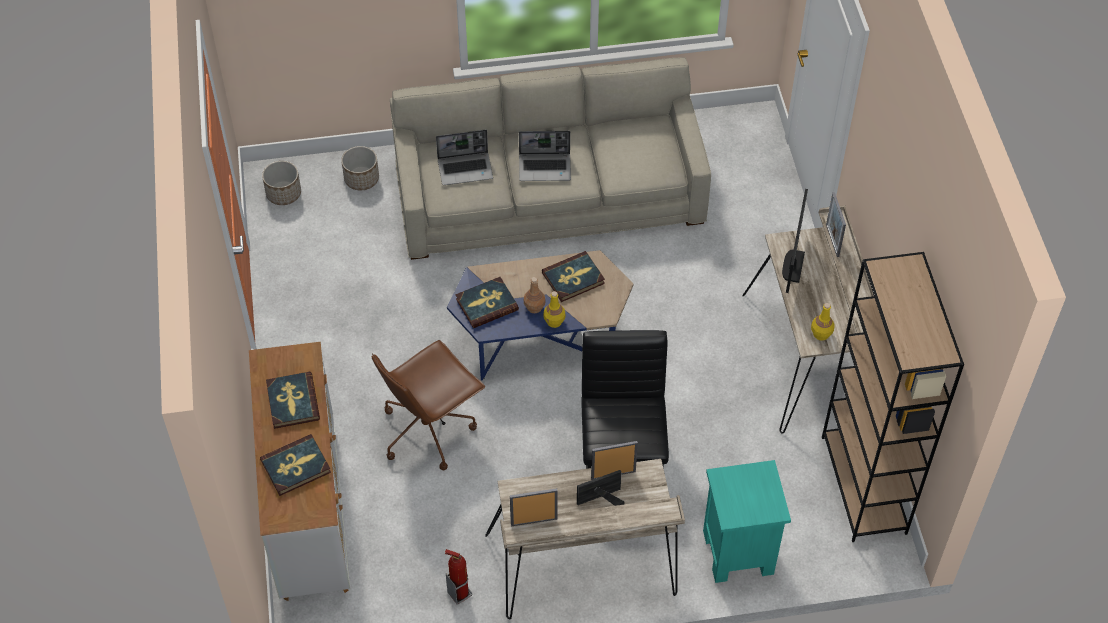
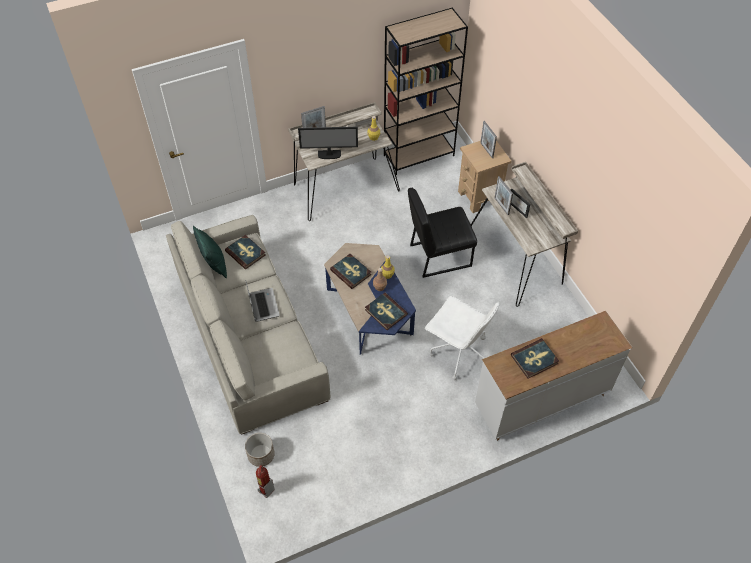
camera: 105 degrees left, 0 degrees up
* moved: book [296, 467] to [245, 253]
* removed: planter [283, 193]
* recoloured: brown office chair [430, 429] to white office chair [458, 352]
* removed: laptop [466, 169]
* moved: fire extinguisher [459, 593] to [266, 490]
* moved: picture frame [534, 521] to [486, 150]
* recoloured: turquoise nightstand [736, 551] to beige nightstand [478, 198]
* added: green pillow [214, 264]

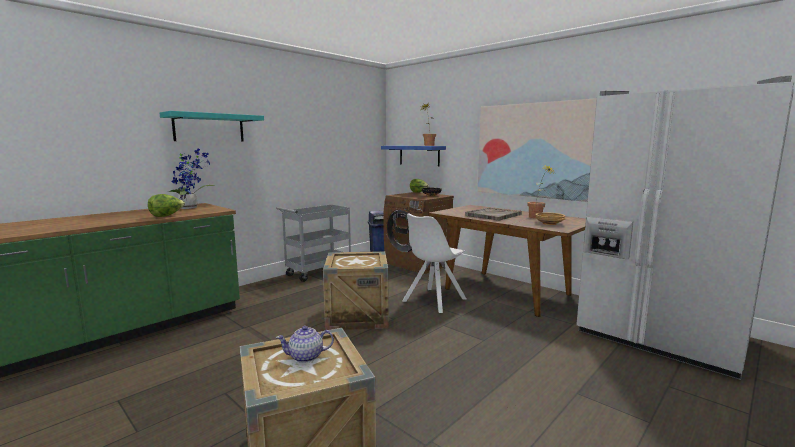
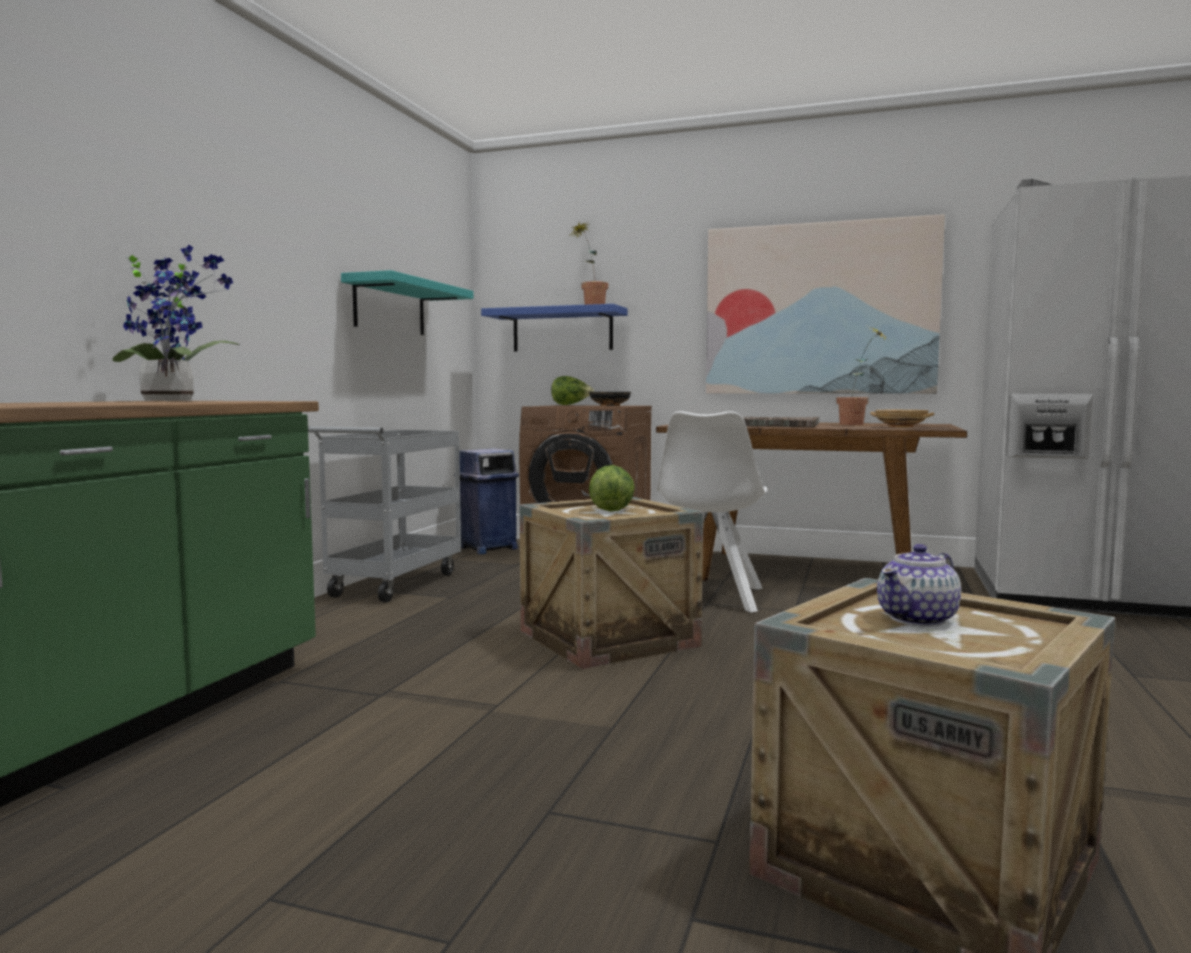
camera: 25 degrees left, 5 degrees down
* moved: lettuce [167, 216] to [612, 509]
* moved: turquoise shelf [209, 128] to [390, 307]

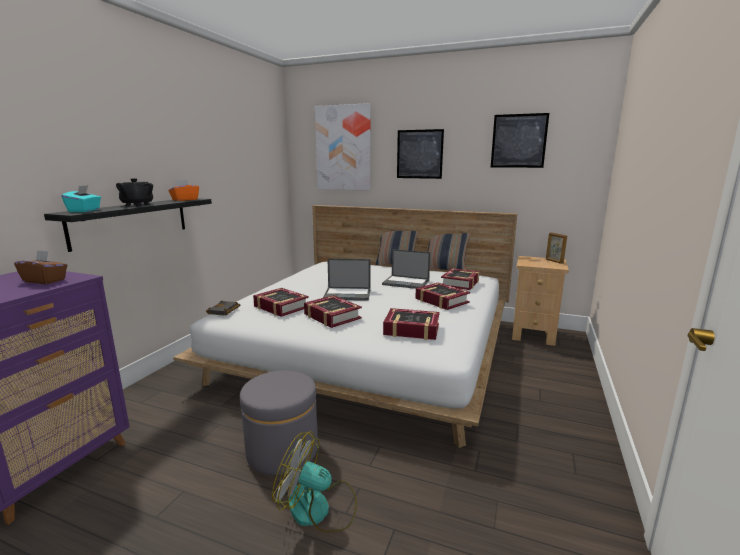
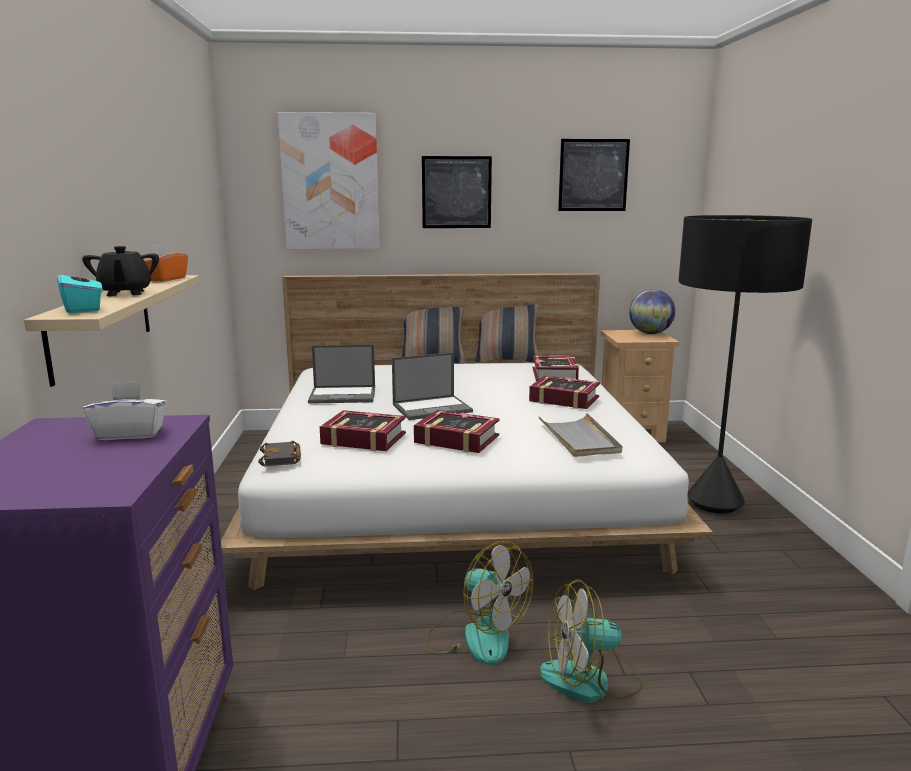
camera: 25 degrees left, 0 degrees up
* recoloured: brown tissue box [45, 280] to white tissue box [130, 433]
* recoloured: black shelf [131, 221] to beige shelf [102, 324]
* replaced: grey ottoman [282, 451] to fan [476, 636]
* moved: laptop [406, 282] to [343, 395]
* replaced: book [411, 330] to grey tray [579, 438]
* replaced: picture frame [554, 261] to globe [650, 333]
* added: black floor lamp [714, 504]

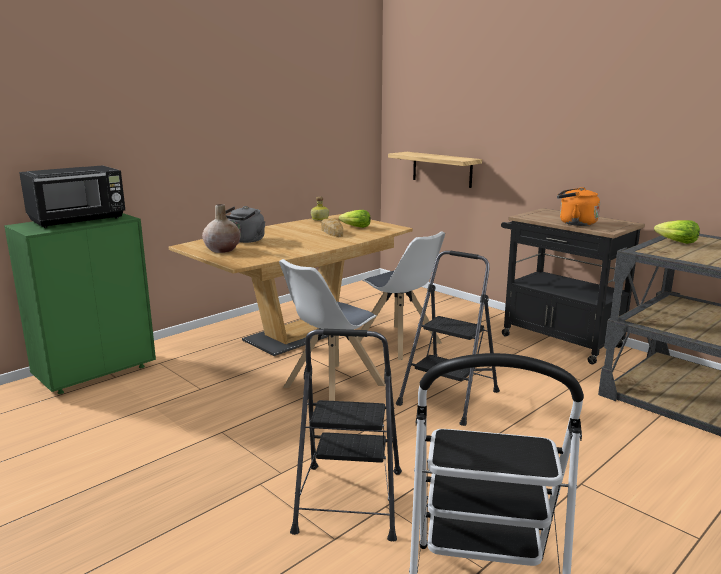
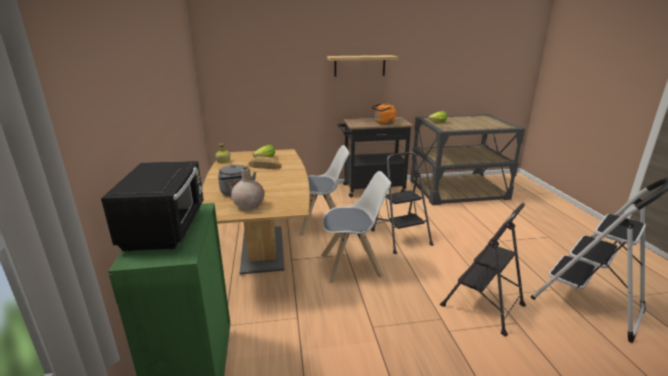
camera: 55 degrees left, 5 degrees up
* turned: chair [331, 387] = [353, 265] 90 degrees counterclockwise
* moved: shelf [442, 169] to [359, 65]

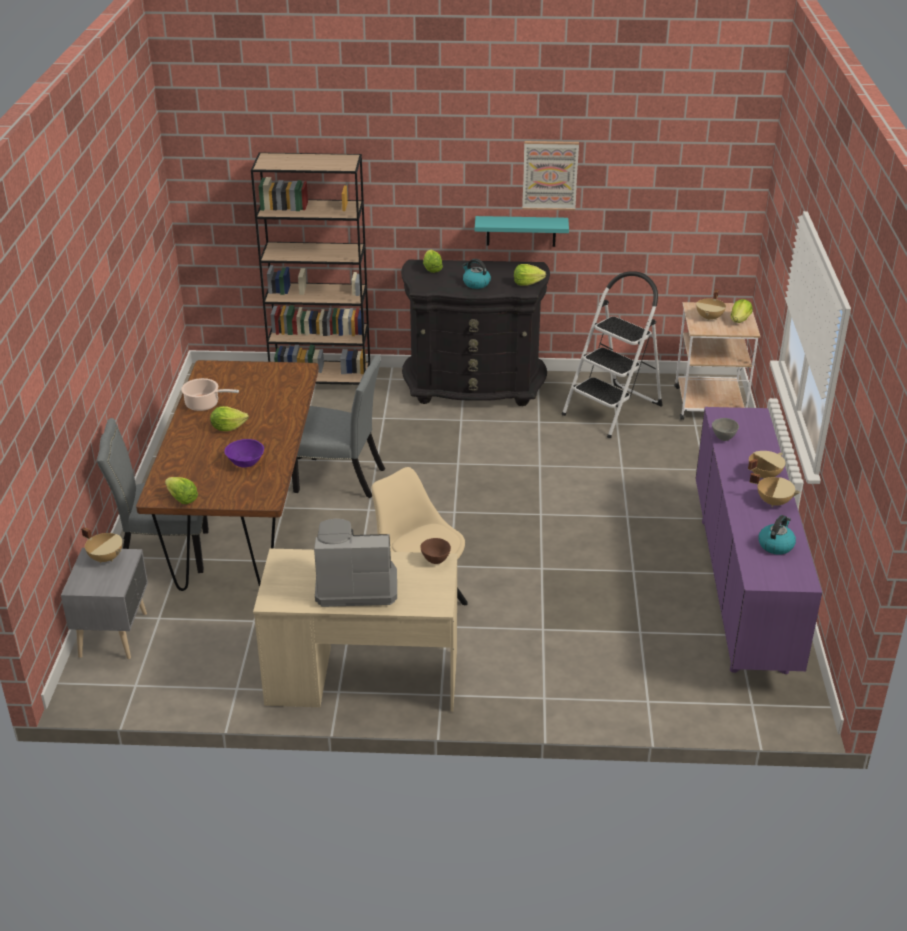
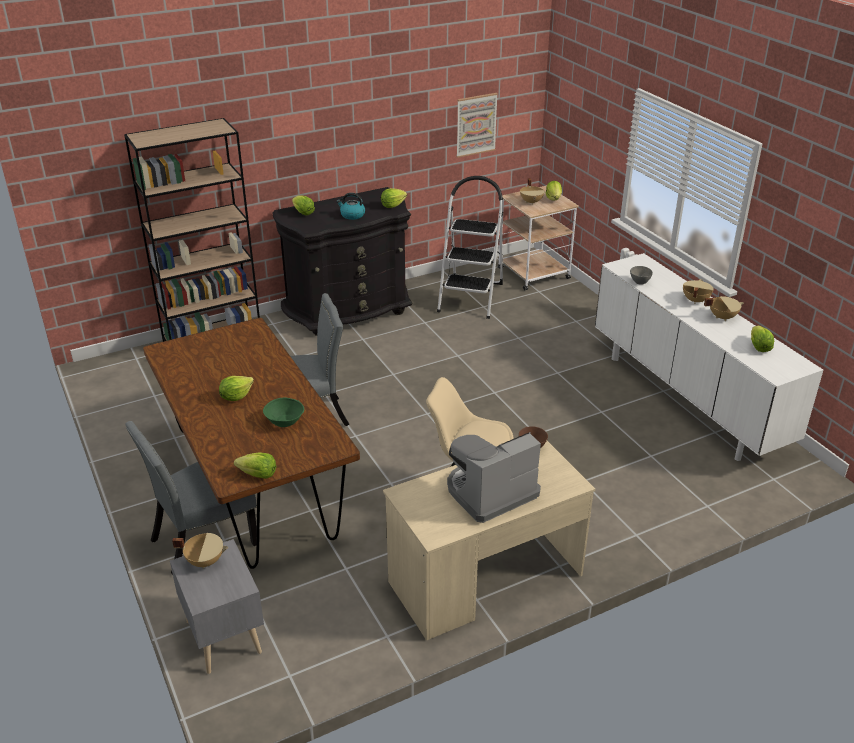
camera: 30 degrees left, 0 degrees up
* removed: cooking pot [204, 404]
* recoloured: purple bowl [246, 462] to green bowl [285, 421]
* removed: turquoise shelf [521, 231]
* moved: picture [550, 175] to [476, 124]
* recoloured: purple cabinet [742, 592] to white cabinet [687, 400]
* replaced: kettle [776, 545] to lettuce [758, 347]

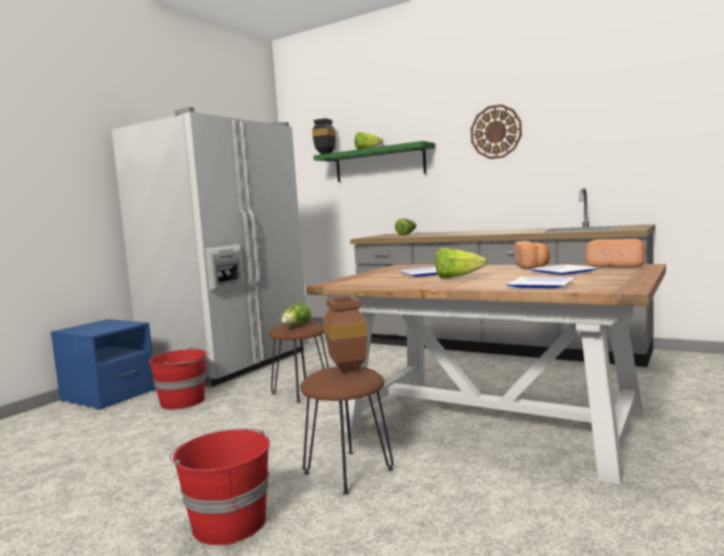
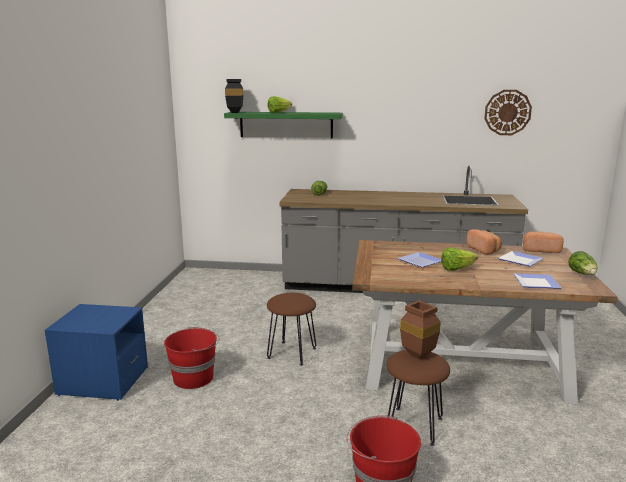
camera: 25 degrees left, 10 degrees up
* removed: white fridge [229, 363]
* moved: lettuce [296, 326] to [582, 274]
* moved: wall clock [496, 132] to [507, 112]

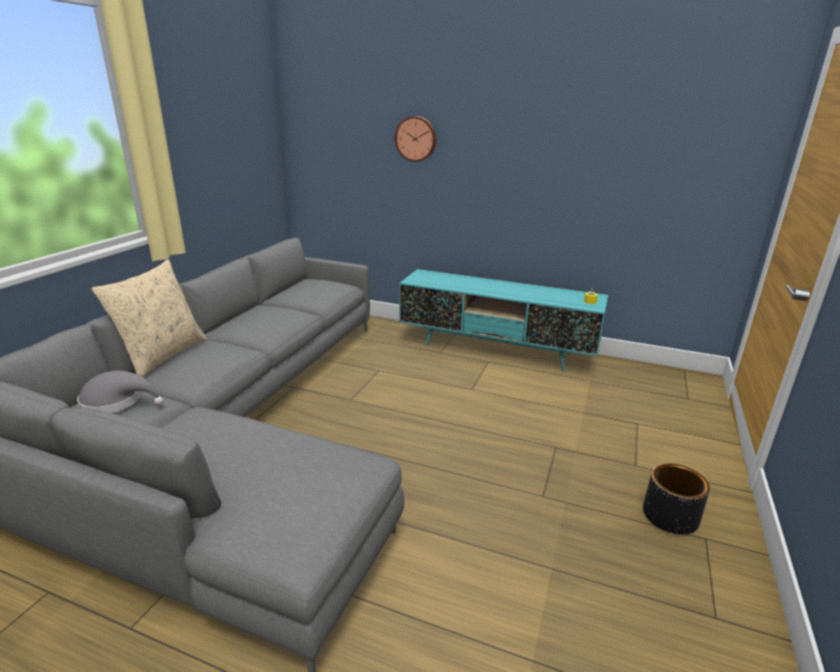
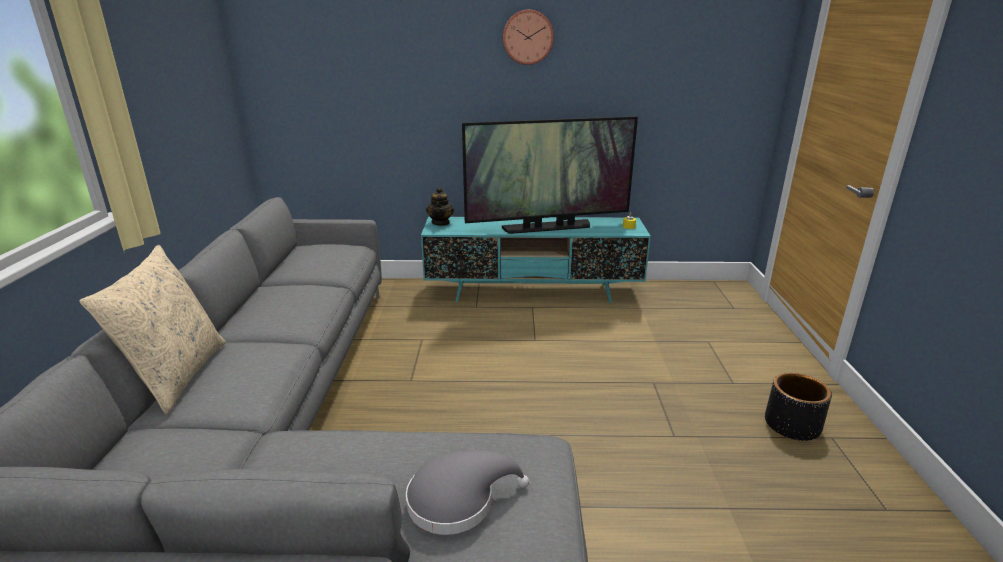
camera: 20 degrees left, 0 degrees up
* moved: grey hat [116, 402] to [458, 500]
* moved: wall clock [416, 139] to [528, 37]
* added: teapot [441, 223]
* added: television [547, 227]

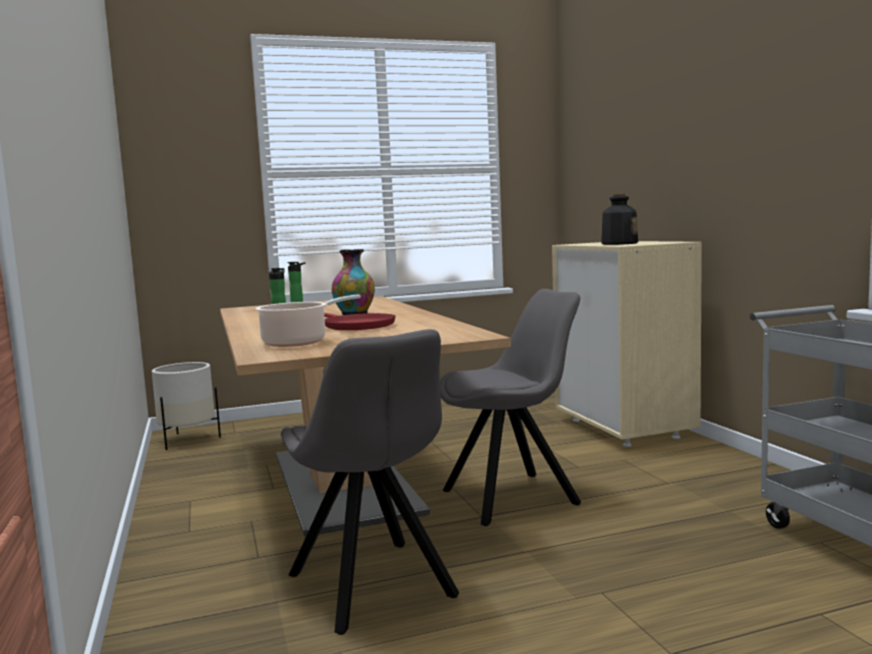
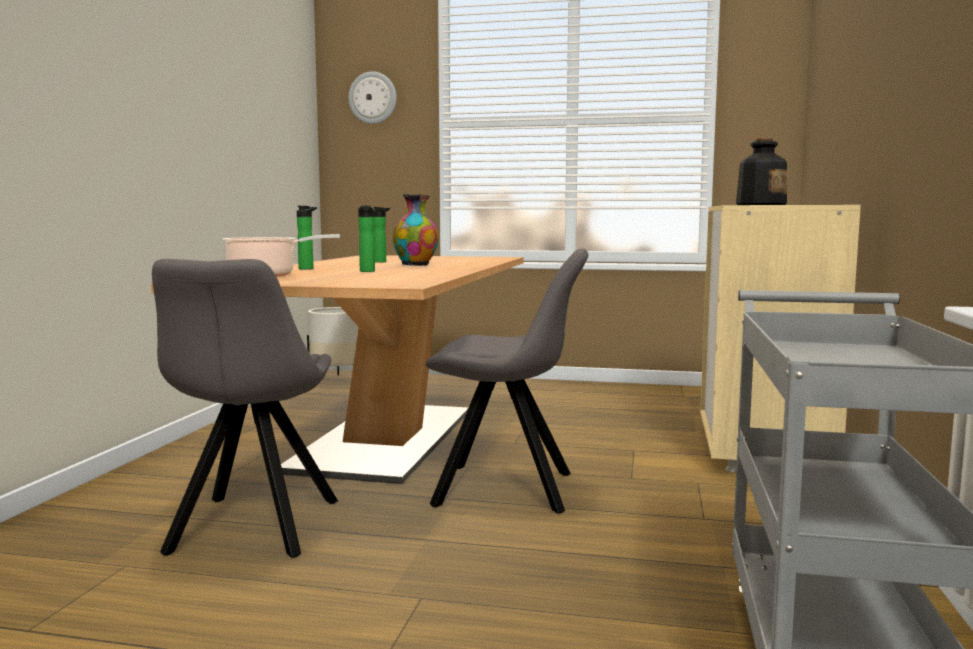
camera: 30 degrees right, 0 degrees up
* replaced: red frying pan [356, 326] to bottle [367, 271]
* added: wall clock [373, 98]

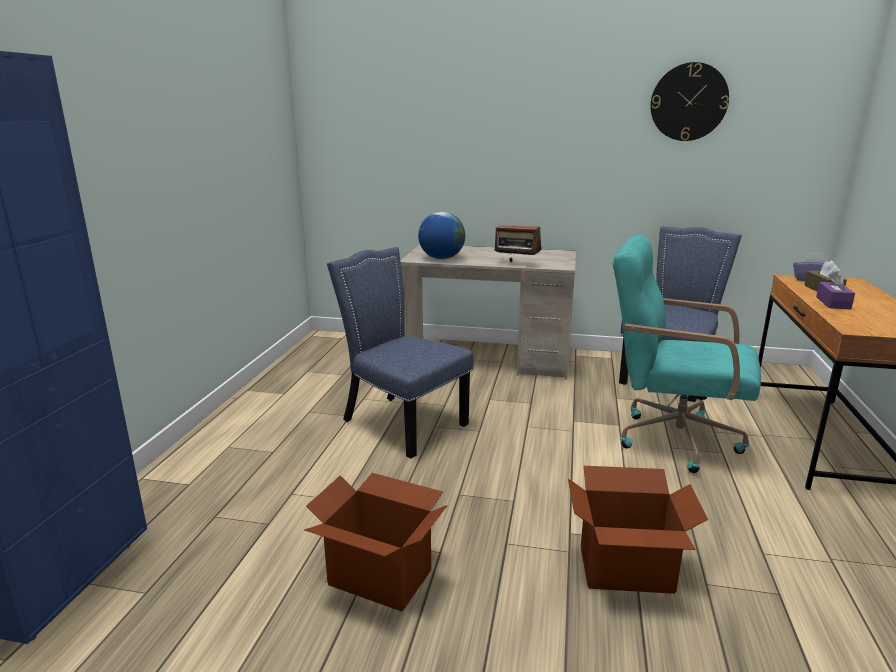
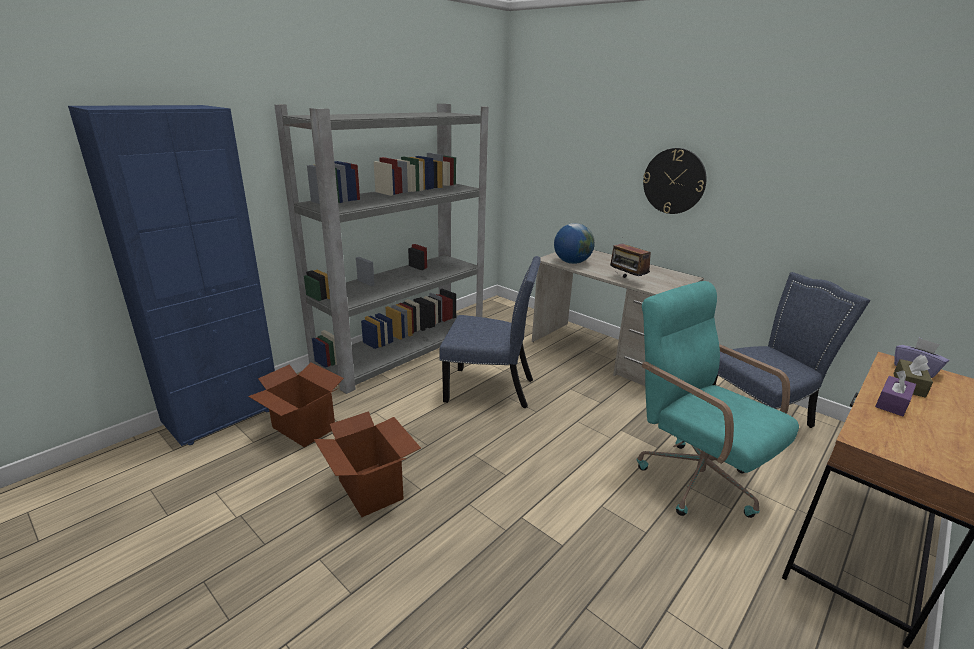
camera: 30 degrees right, 5 degrees up
* turned: blue chair [404, 425] = [488, 388] 120 degrees clockwise
* moved: cardboard box [626, 570] to [303, 428]
* moved: wall clock [688, 102] to [674, 181]
* added: grey bookcase [403, 349]

